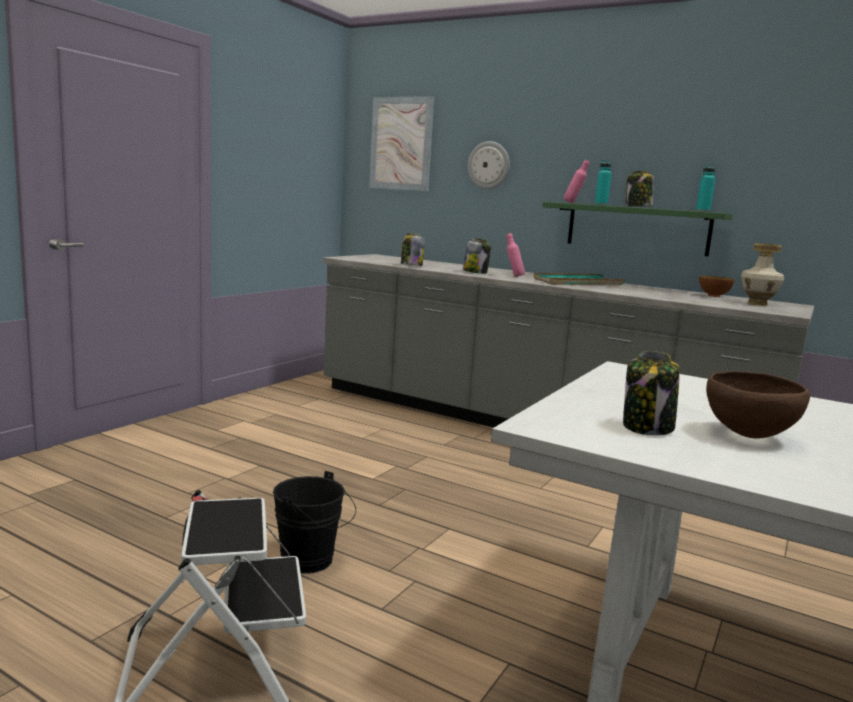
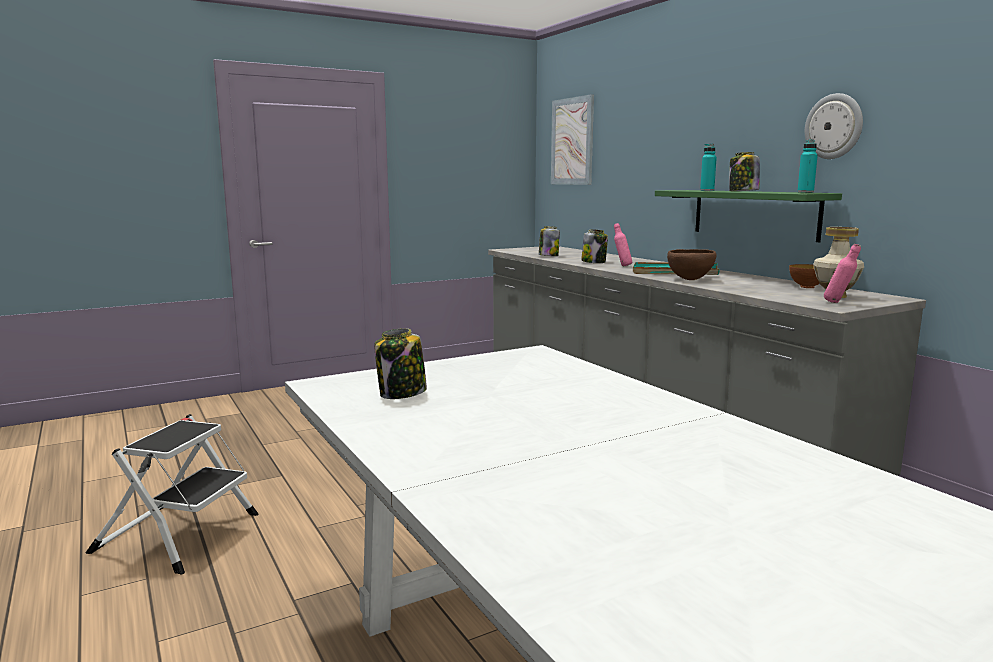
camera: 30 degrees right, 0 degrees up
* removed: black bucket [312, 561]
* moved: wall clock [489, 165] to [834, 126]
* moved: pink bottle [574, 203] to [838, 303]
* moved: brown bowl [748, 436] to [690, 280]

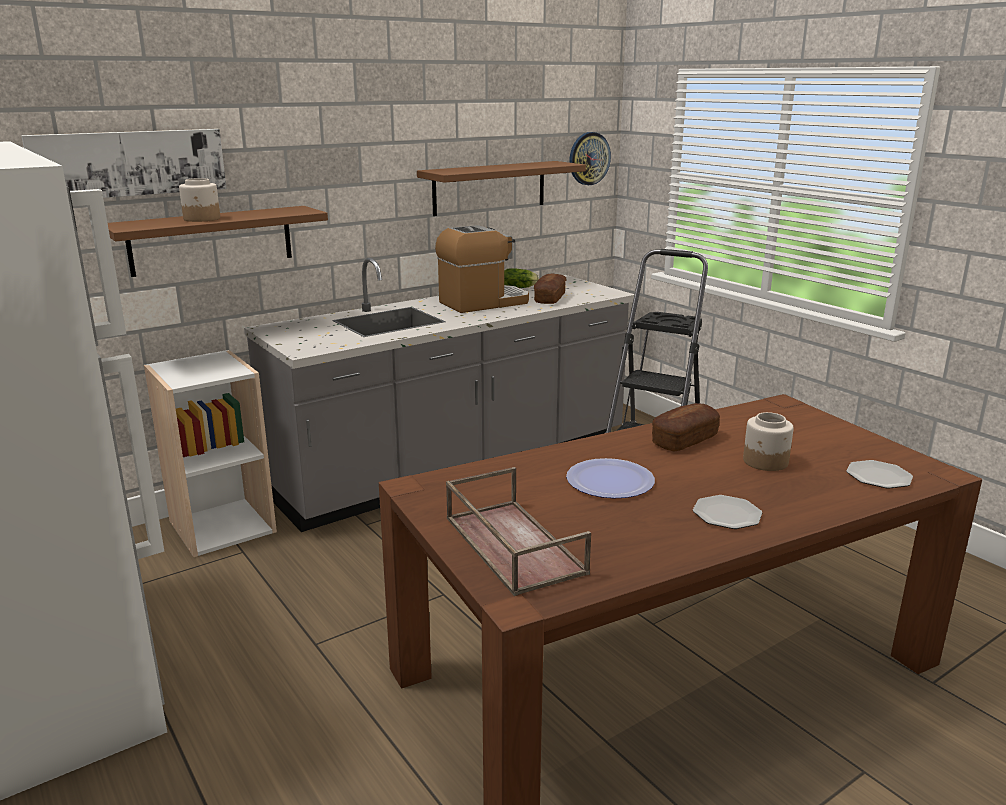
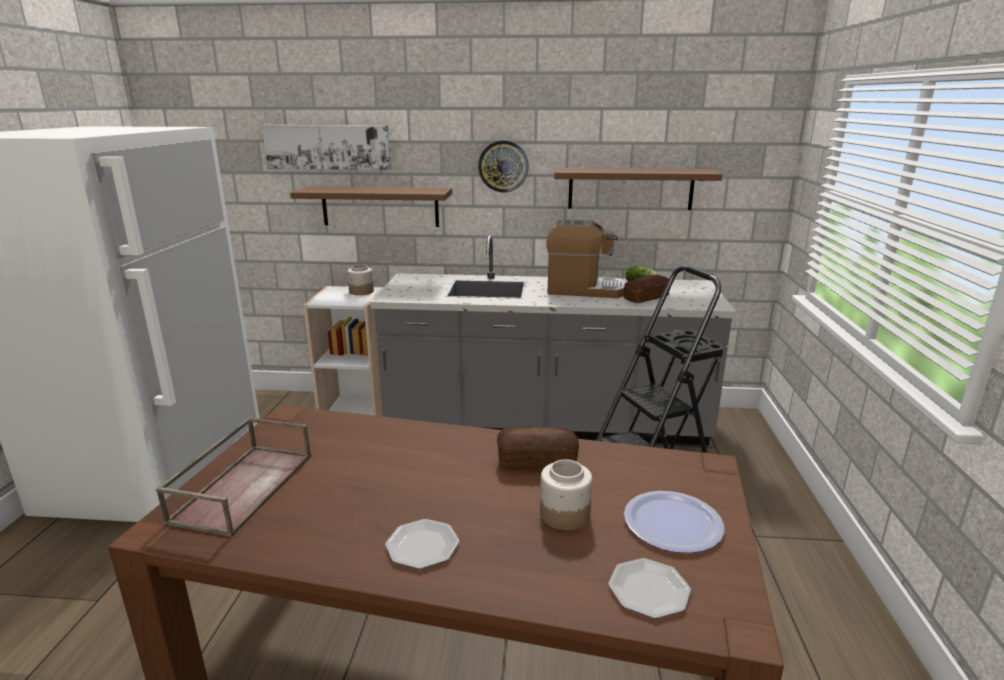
camera: 40 degrees right, 0 degrees up
* moved: jar [202, 219] to [361, 292]
* moved: plate [610, 480] to [672, 523]
* moved: wall clock [589, 158] to [503, 166]

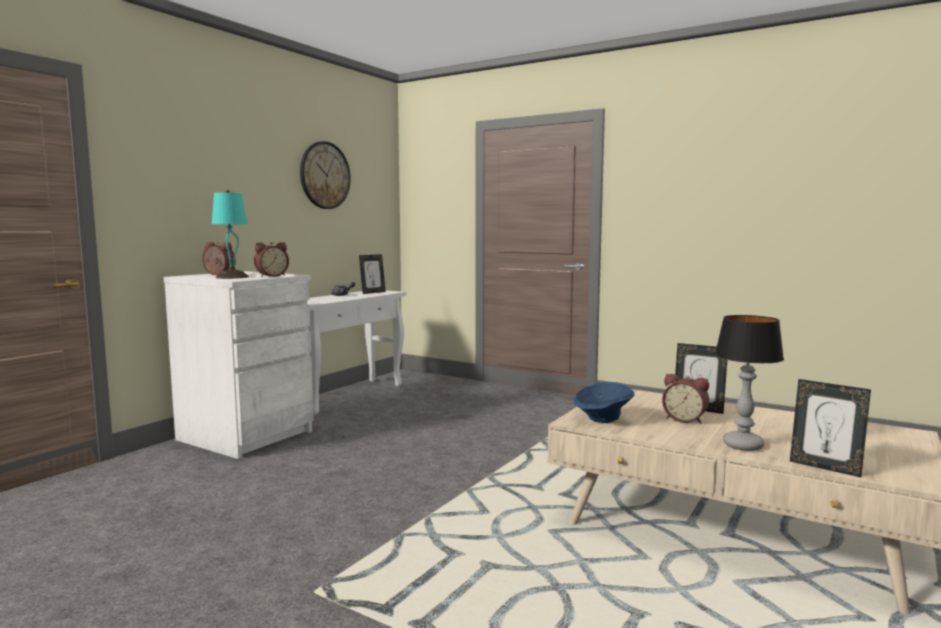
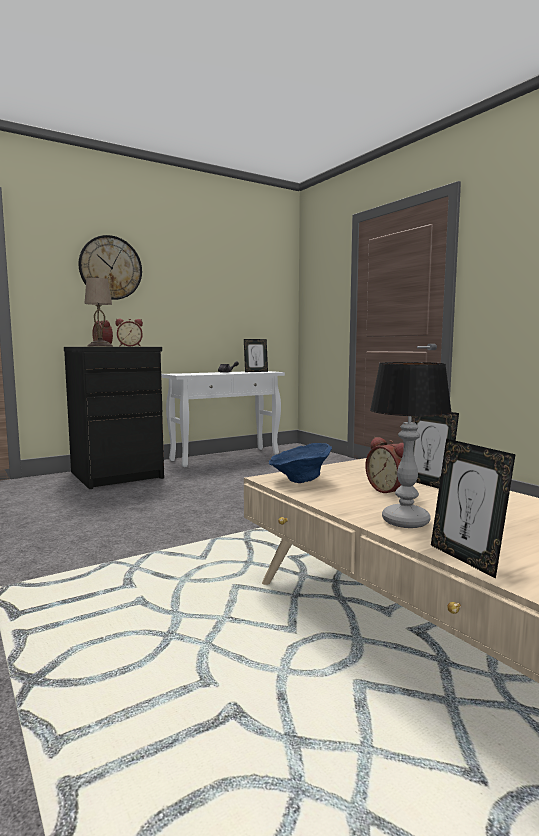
camera: 25 degrees right, 0 degrees up
* recoloured: white dresser [247, 435] to black dresser [117, 475]
* recoloured: turquoise table lamp [231, 277] to beige table lamp [100, 346]
* moved: wall clock [324, 175] to [110, 268]

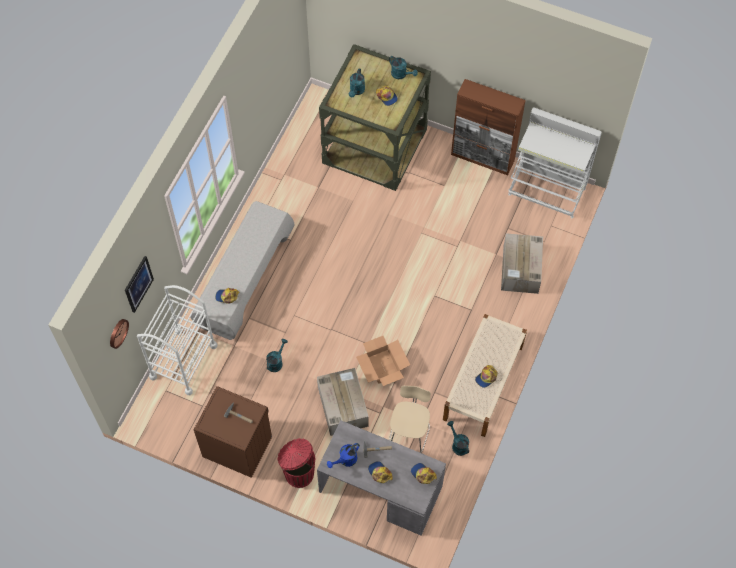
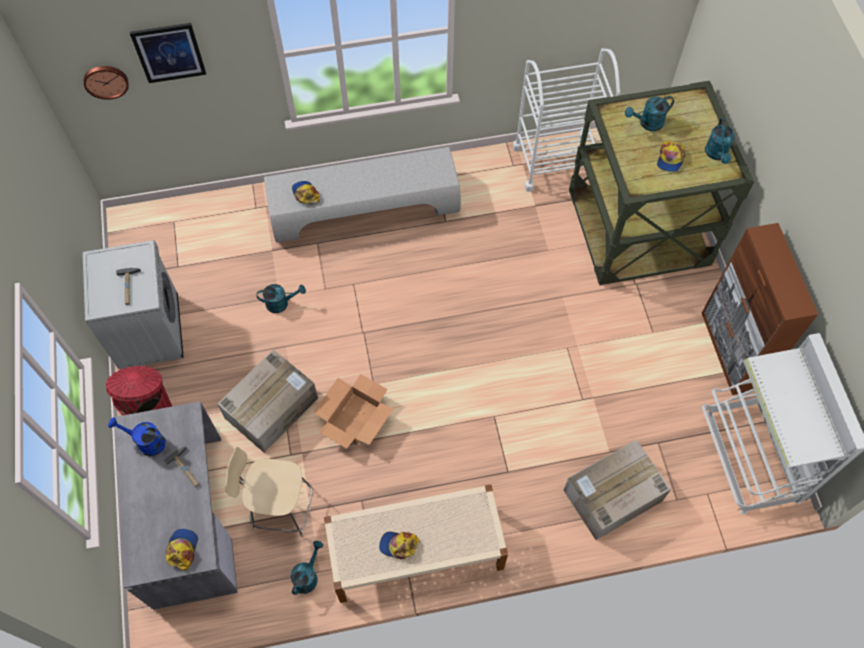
camera: 55 degrees right, 0 degrees up
* moved: white cart [183, 361] to [556, 162]
* recoloured: brown washing machine [237, 445] to white washing machine [151, 330]
* removed: cap [379, 473]
* turned: beige chair [409, 436] = [281, 508] 150 degrees counterclockwise

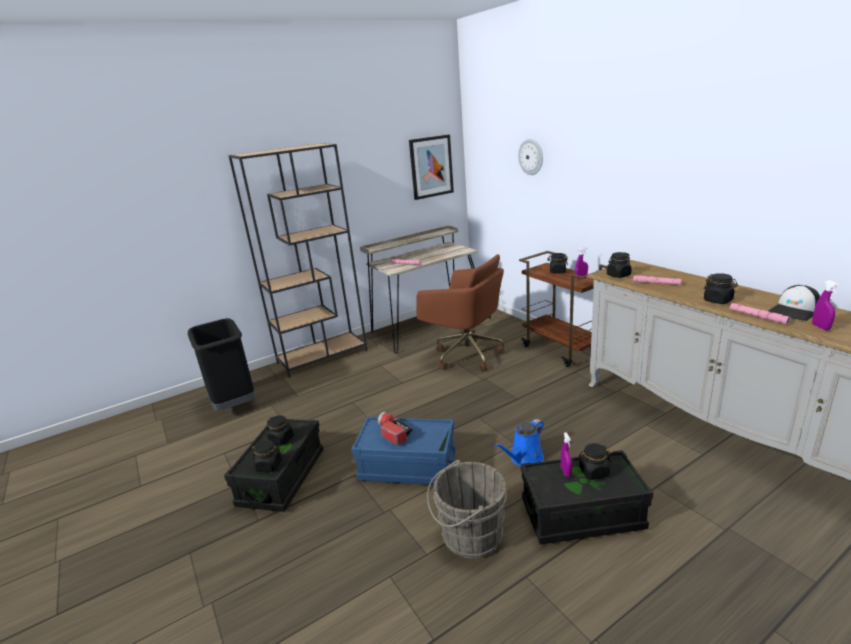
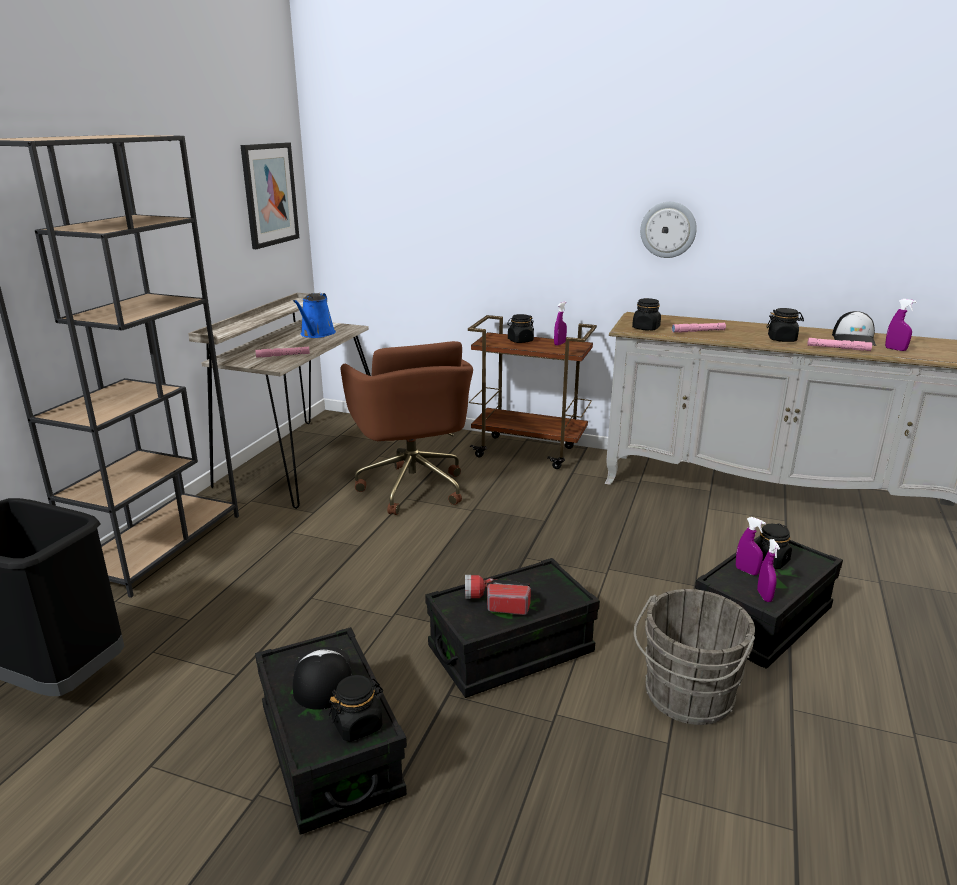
camera: 40 degrees left, 0 degrees up
* replaced: black jar [281, 439] to cap [322, 678]
* recoloured: blue storage box [408, 466] to black storage box [510, 651]
* turned: brown office chair [465, 356] = [411, 487] 75 degrees clockwise
* moved: blue watering can [524, 459] to [316, 334]
* moved: wall clock [531, 157] to [668, 229]
* added: purple spray bottle [764, 596]

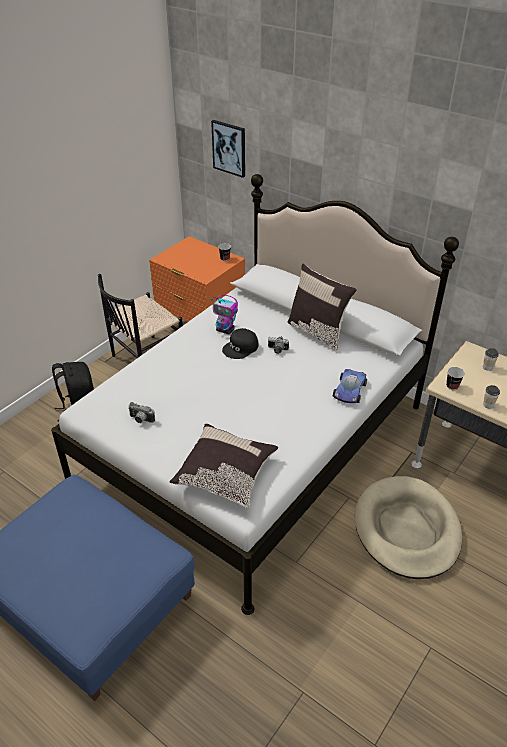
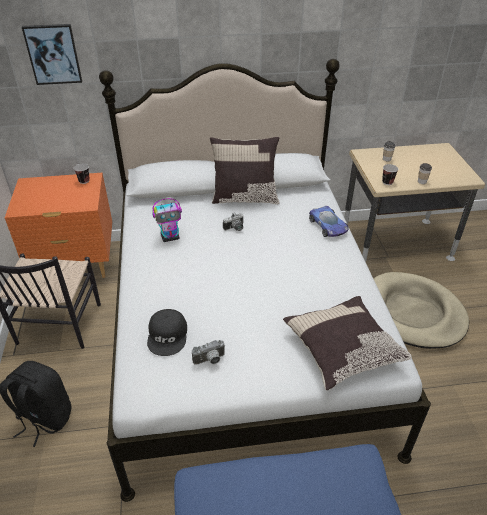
camera: 45 degrees left, 0 degrees up
* moved: black cap [241, 348] to [168, 335]

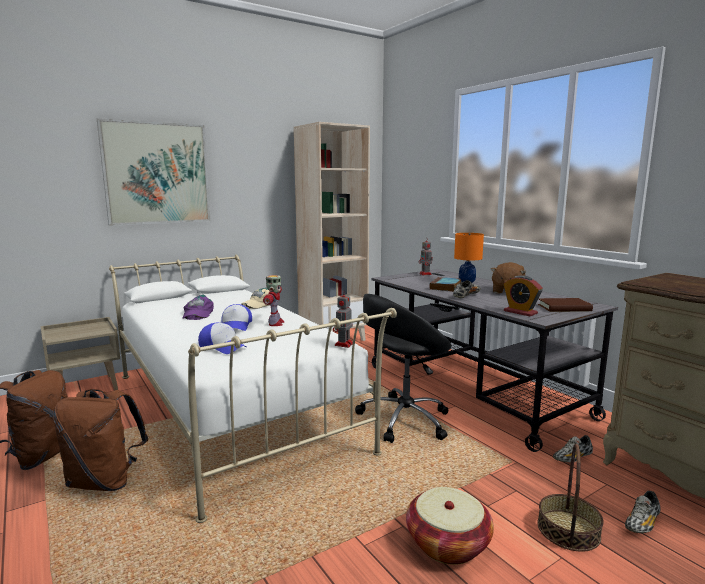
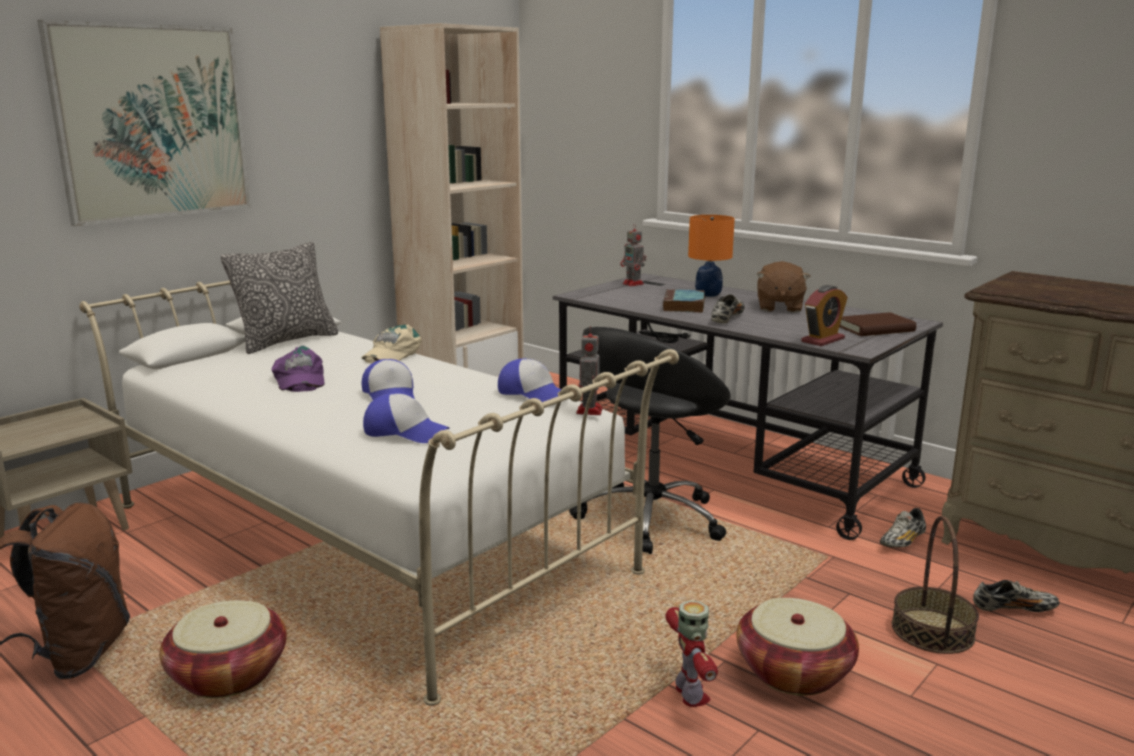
camera: 15 degrees left, 5 degrees up
* replaced: brown backpack [105, 481] to basket [228, 674]
* moved: toy robot [275, 323] to [691, 695]
* turned: alarm clock [520, 312] = [823, 340] 75 degrees counterclockwise
* turned: shoe [642, 523] = [1013, 609] 120 degrees counterclockwise
* added: pillow [286, 341]
* added: cap [533, 394]

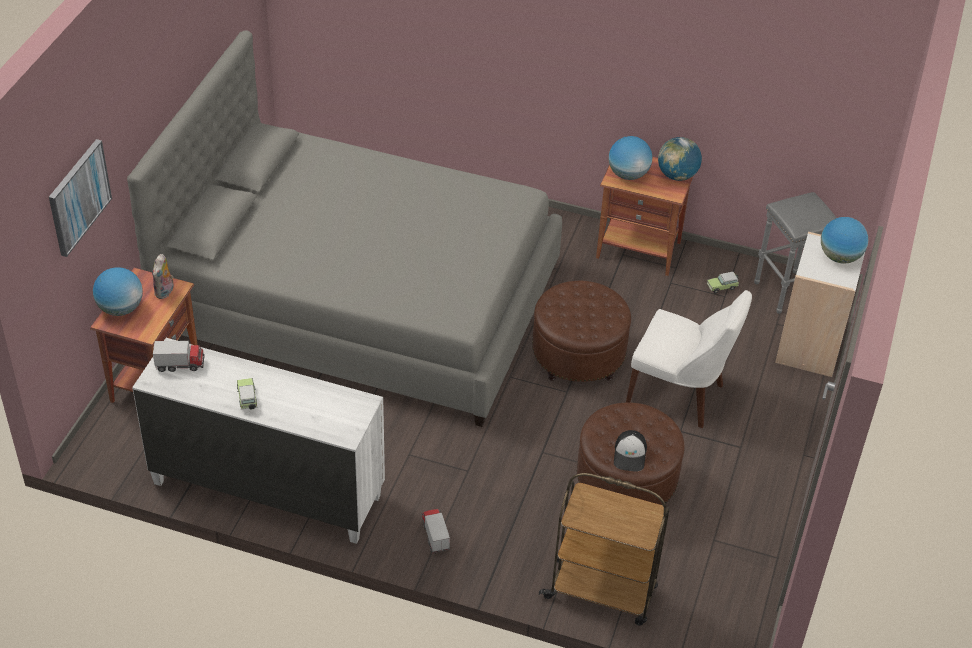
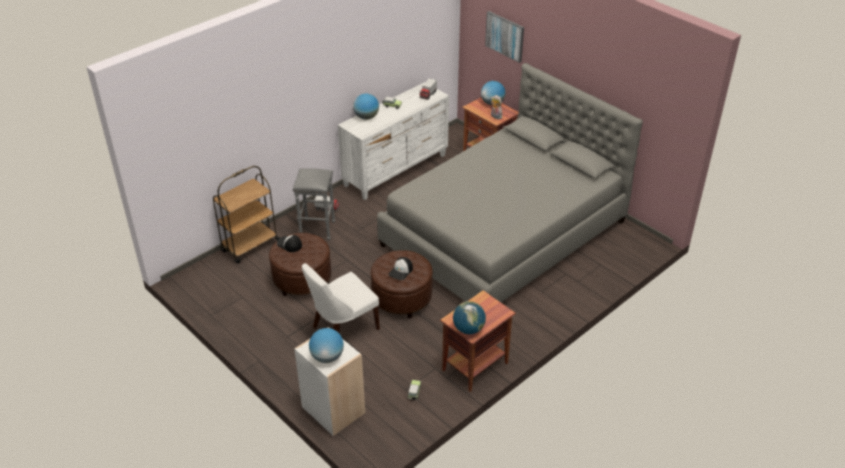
camera: 120 degrees right, 5 degrees down
* moved: globe [628, 174] to [366, 117]
* moved: grey stool [785, 291] to [318, 229]
* added: cap [401, 271]

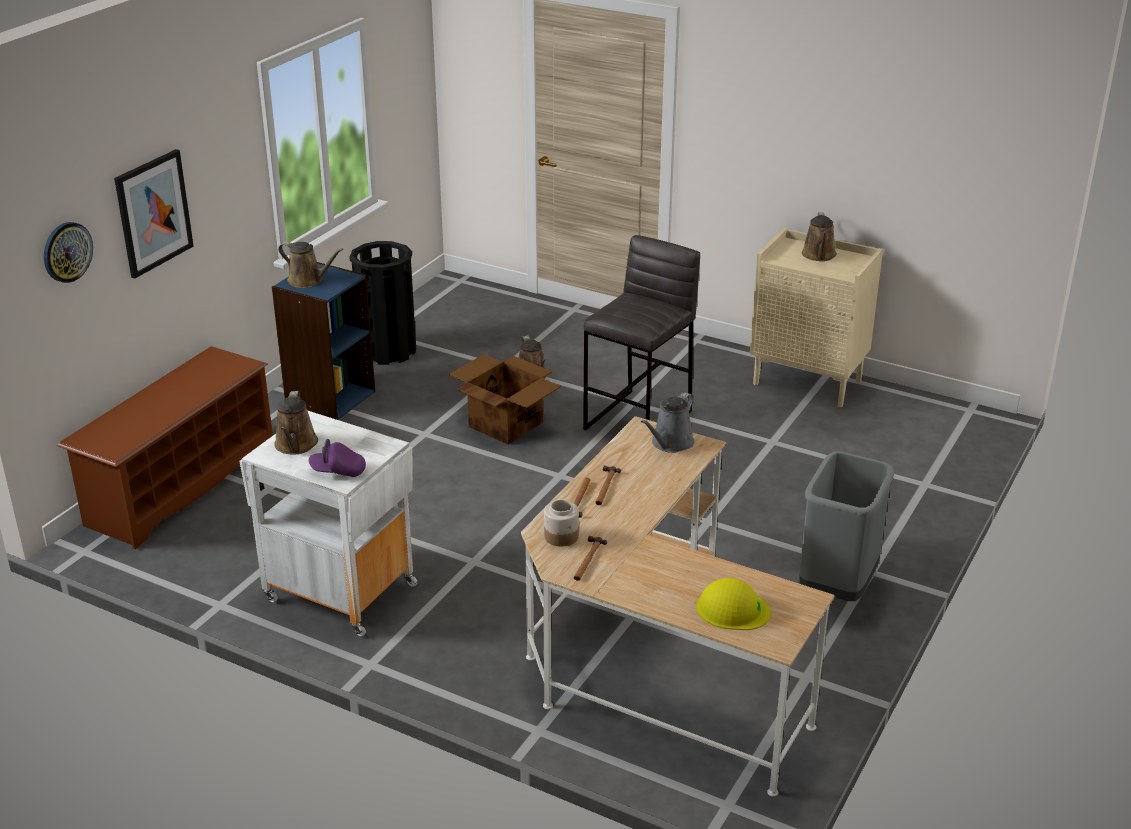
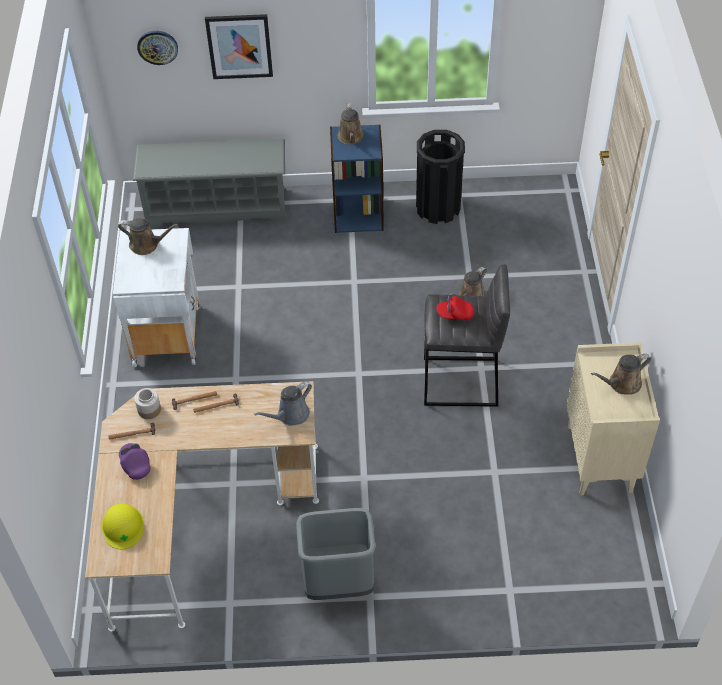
camera: 60 degrees right, 20 degrees up
* recoloured: brown shoe rack [181, 485] to grey shoe rack [217, 207]
* turned: brown watering can [295, 445] = [146, 245] 135 degrees counterclockwise
* moved: purple cap [338, 471] to [135, 465]
* removed: cardboard box [505, 424]
* turned: grey watering can [670, 444] = [290, 415] 45 degrees counterclockwise
* added: red cap [455, 314]

